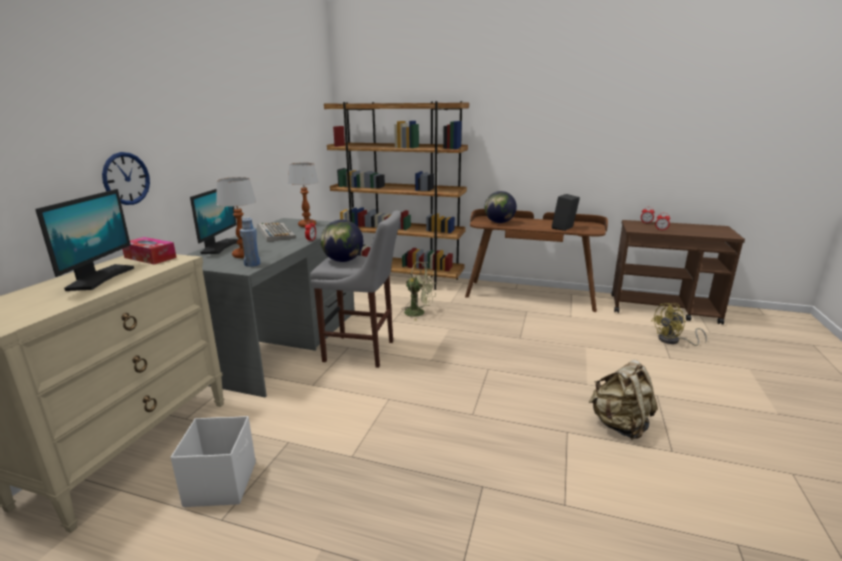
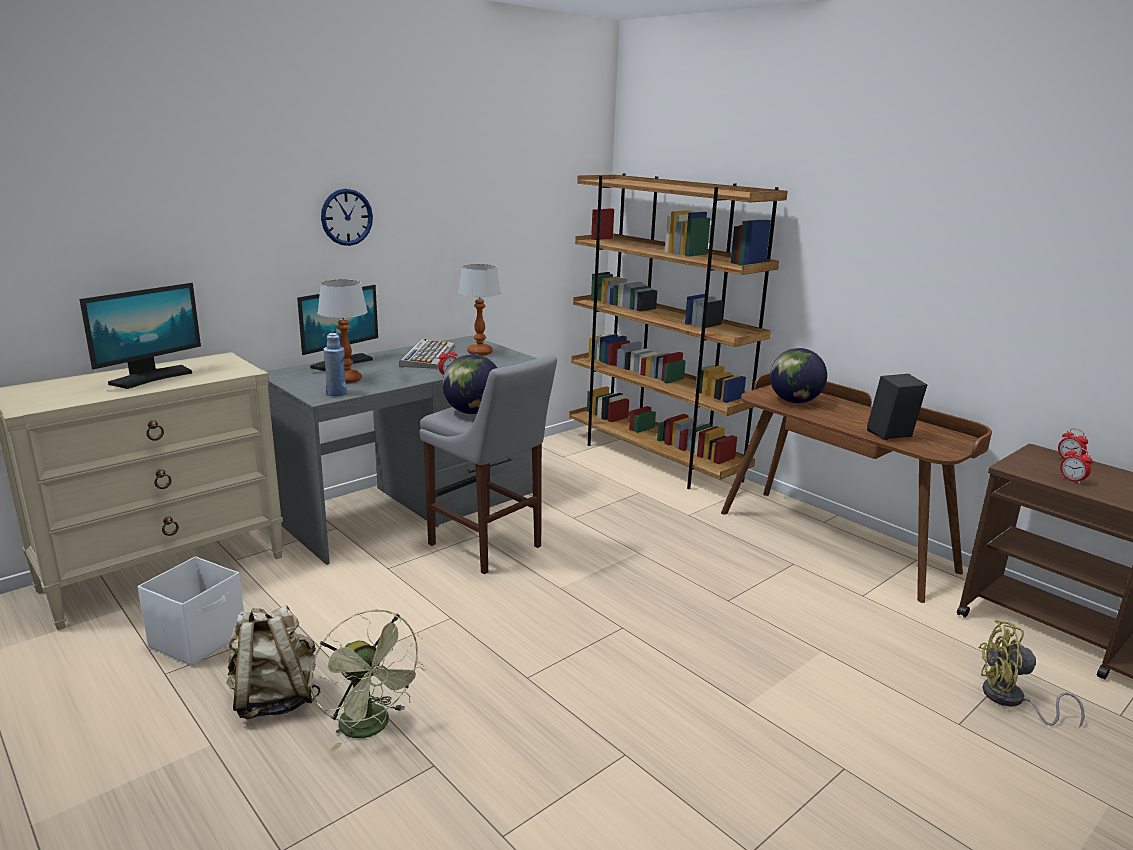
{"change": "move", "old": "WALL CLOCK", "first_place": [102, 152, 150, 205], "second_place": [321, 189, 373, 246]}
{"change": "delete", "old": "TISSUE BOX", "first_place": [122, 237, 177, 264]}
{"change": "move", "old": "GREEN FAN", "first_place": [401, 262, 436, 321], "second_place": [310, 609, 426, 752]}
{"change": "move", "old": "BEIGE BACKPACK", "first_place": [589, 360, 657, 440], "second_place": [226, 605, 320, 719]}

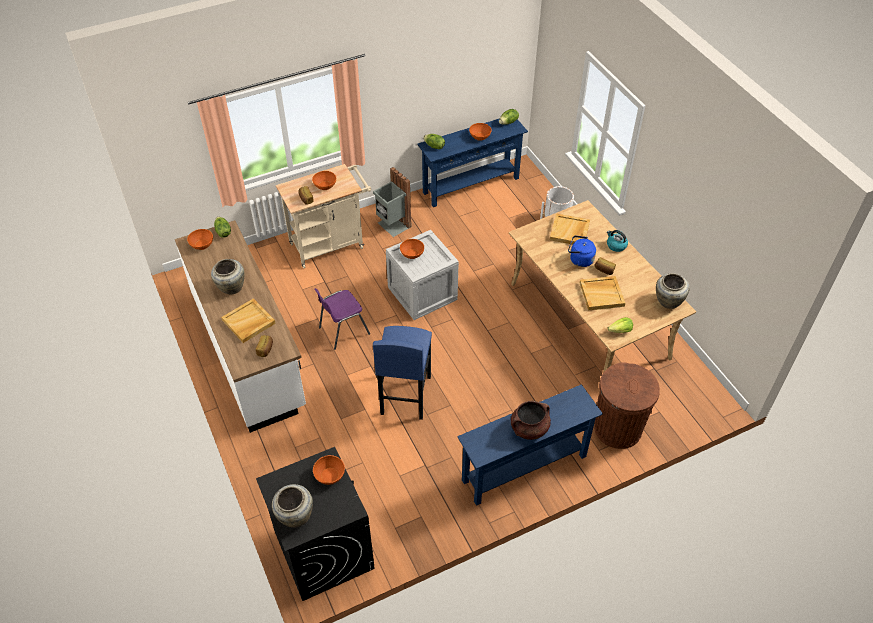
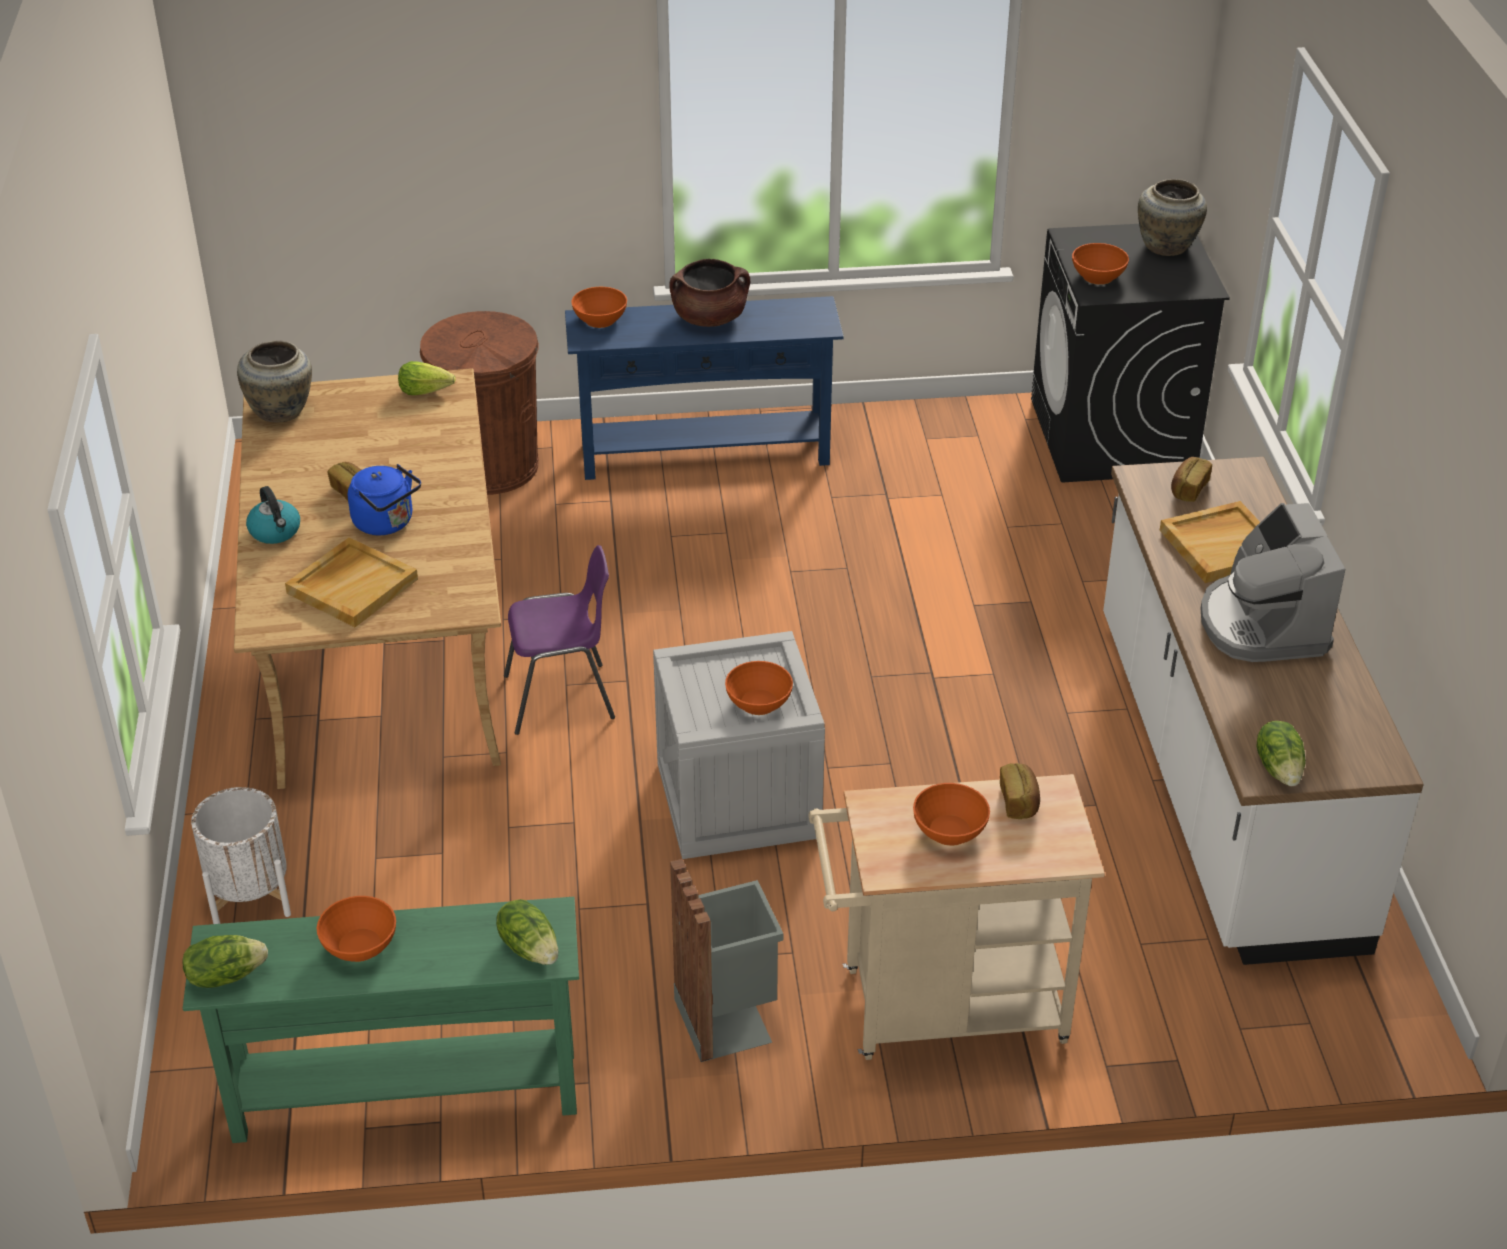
{"change": "recolor", "old": "BLUE CONSOLE TABLE", "new": "GREEN CONSOLE TABLE", "first_place": [417, 118, 528, 207], "second_place": [183, 897, 579, 1143]}
{"change": "move", "old": "ORANGE BOWL", "first_place": [187, 229, 213, 250], "second_place": [571, 287, 627, 328]}
{"change": "replace", "old": "BEIGE VASE", "new": "COFFEE MACHINE", "first_place": [211, 259, 244, 294], "second_place": [1200, 503, 1345, 662]}
{"change": "delete", "old": "BEIGE TRAY", "first_place": [580, 276, 625, 310]}
{"change": "move", "old": "PURPLE CHAIR", "first_place": [314, 288, 370, 350], "second_place": [504, 545, 615, 735]}
{"change": "delete", "old": "BLUE STOOL", "first_place": [373, 326, 432, 420]}

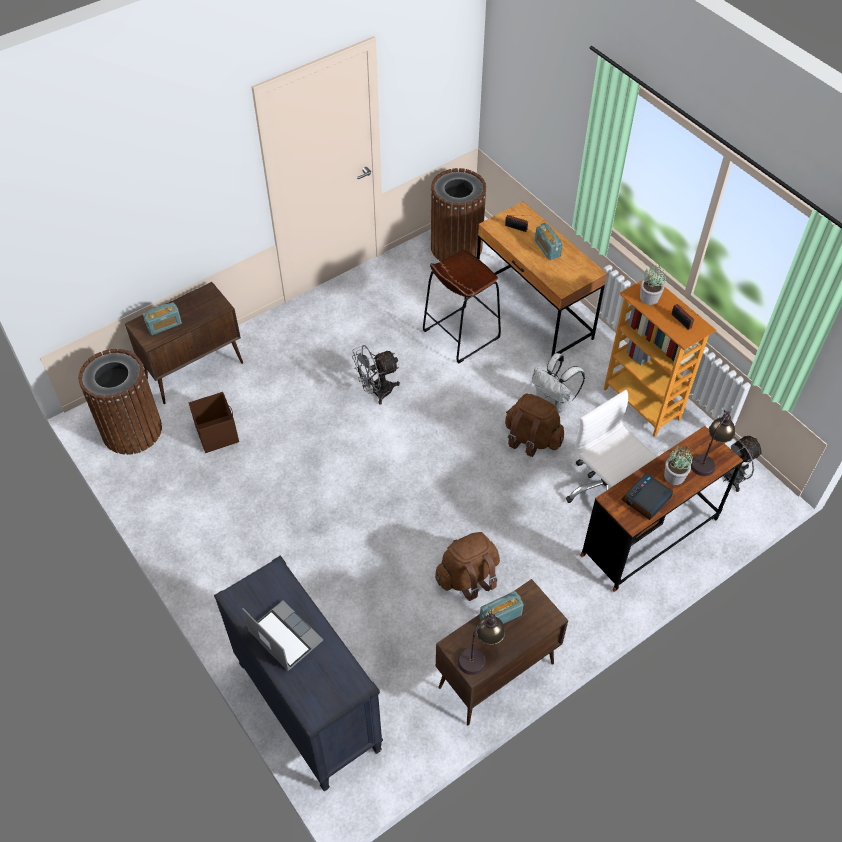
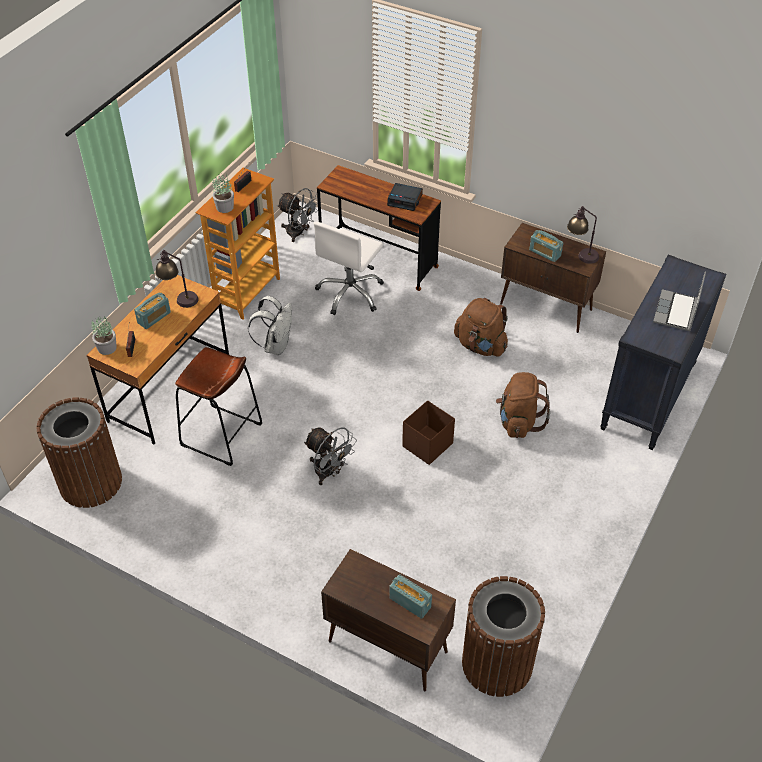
{"change": "move", "old": "BROWN STORAGE BOX", "first_place": [189, 392, 239, 453], "second_place": [402, 400, 455, 465]}
{"change": "move", "old": "BROWN BACKPACK", "first_place": [505, 394, 564, 457], "second_place": [496, 372, 550, 438]}
{"change": "move", "old": "TABLE LAMP", "first_place": [690, 410, 735, 476], "second_place": [155, 250, 199, 308]}
{"change": "move", "old": "POTTED PLANT", "first_place": [664, 445, 693, 485], "second_place": [92, 314, 117, 355]}

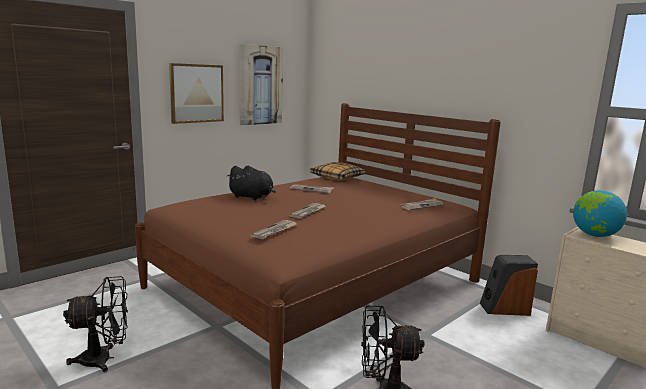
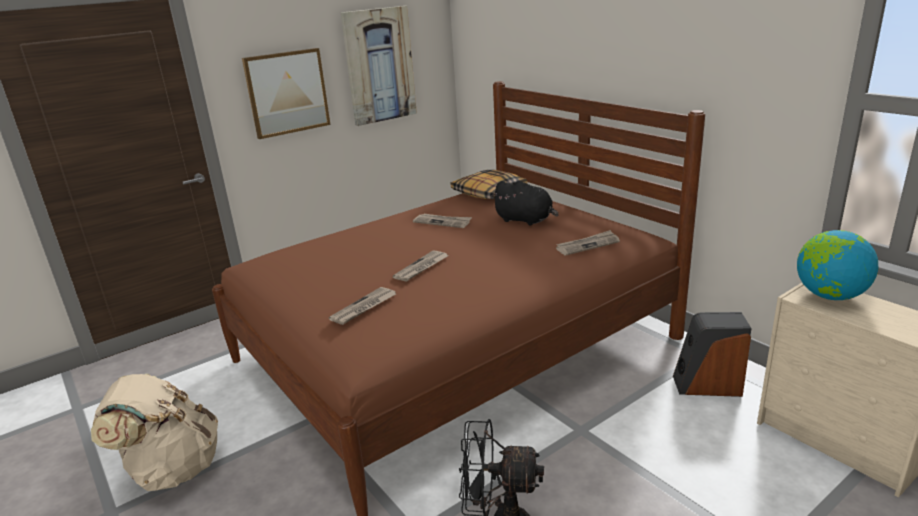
{"change": "move", "old": "BLACK PLUSH TOY", "first_place": [226, 166, 276, 200], "second_place": [491, 181, 559, 226]}
{"change": "replace", "old": "BLACK FAN", "new": "BEIGE BACKPACK", "first_place": [63, 276, 128, 372], "second_place": [91, 374, 218, 491]}

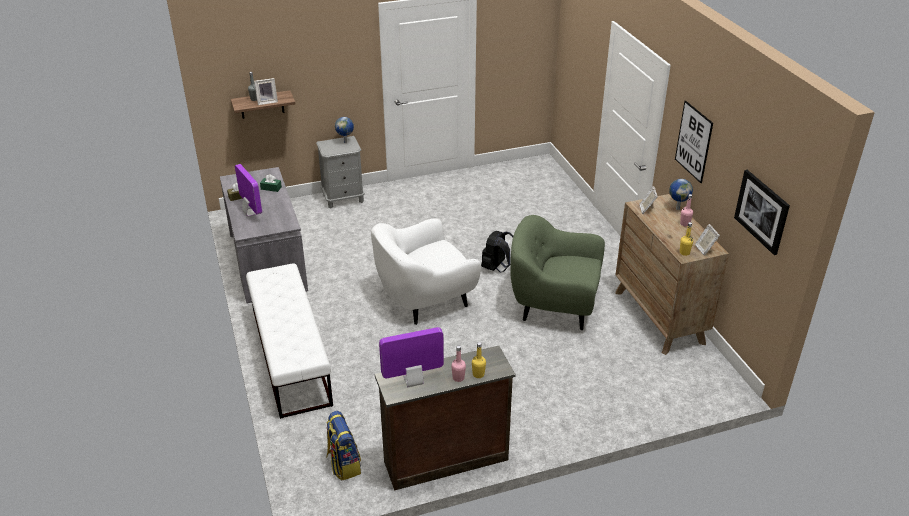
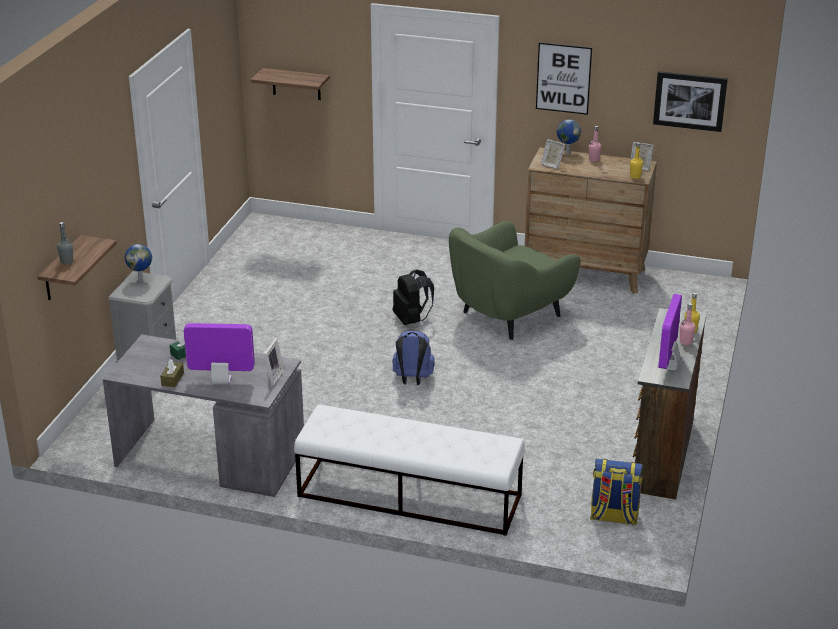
{"change": "move", "old": "PICTURE FRAME", "first_place": [254, 78, 278, 105], "second_place": [264, 338, 284, 386]}
{"change": "replace", "old": "WHITE ARMCHAIR", "new": "BLUE BACKPACK", "first_place": [371, 218, 481, 325], "second_place": [392, 331, 435, 385]}
{"change": "insert", "new": "SHELF", "second_place": [251, 68, 329, 100]}

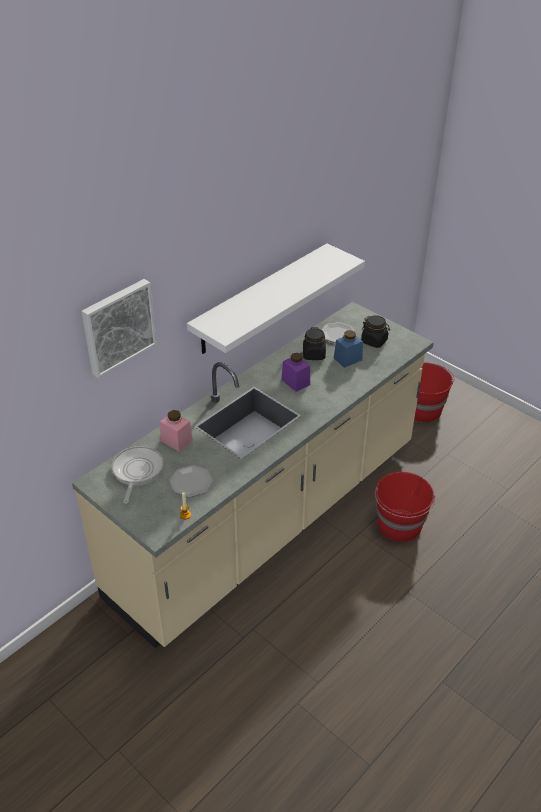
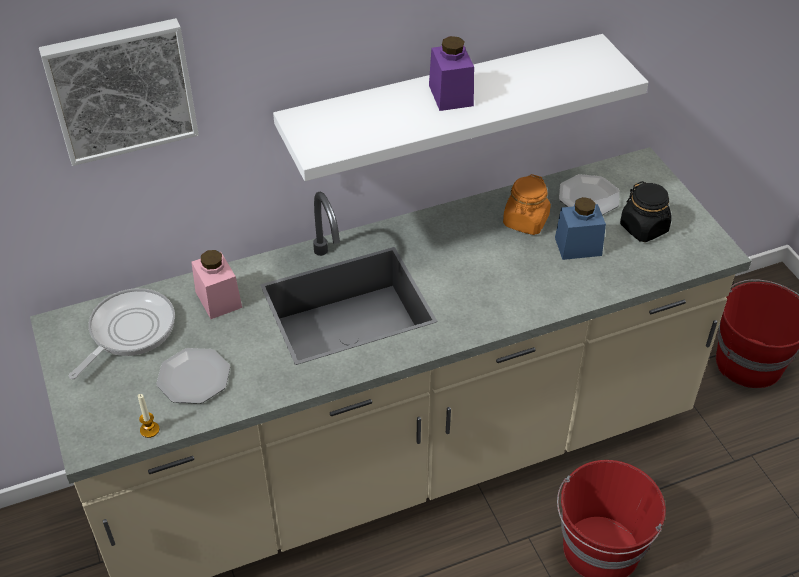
{"change": "recolor", "old": "BLACK JAR", "new": "ORANGE JAR", "first_place": [303, 327, 326, 360], "second_place": [503, 174, 551, 235]}
{"change": "move", "old": "PURPLE JAR", "first_place": [281, 353, 310, 392], "second_place": [429, 36, 474, 111]}

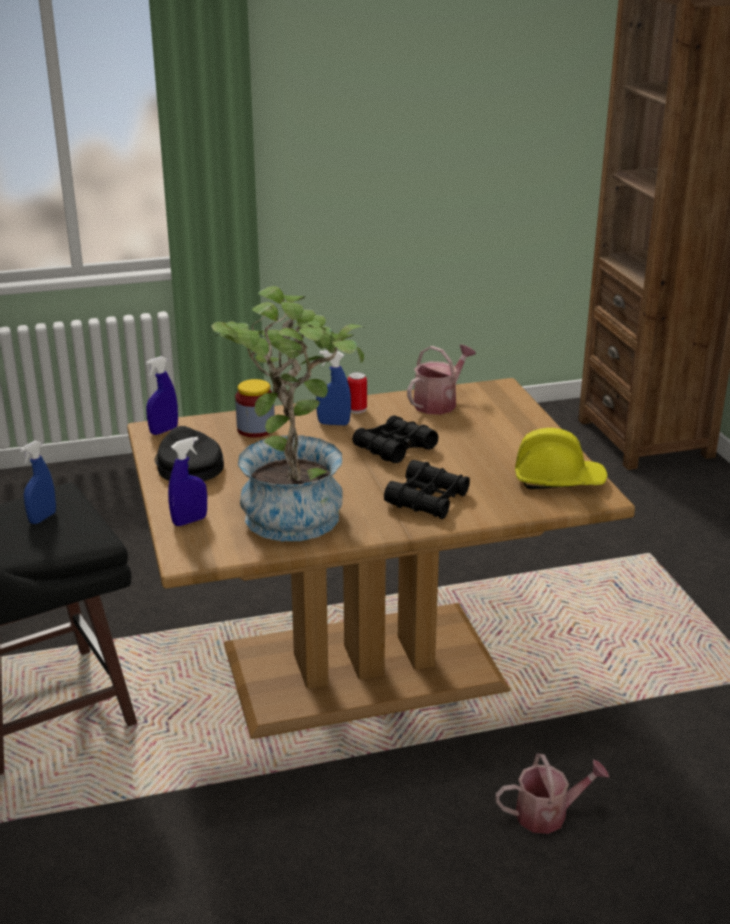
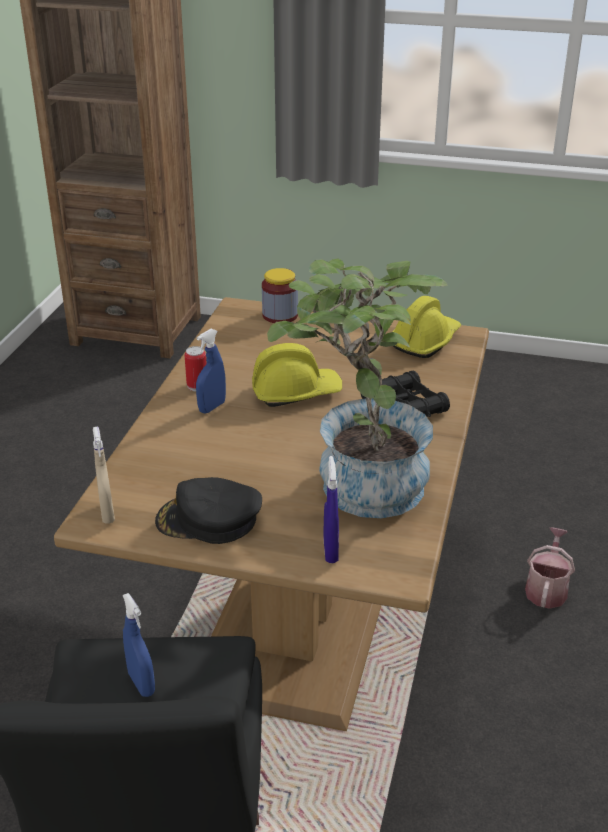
{"change": "delete", "old": "WATERING CAN", "first_place": [407, 345, 476, 415]}
{"change": "recolor", "old": "BLUE SPRAY BOTTLE", "new": "BEIGE SPRAY BOTTLE", "first_place": [145, 356, 178, 435], "second_place": [93, 427, 115, 524]}
{"change": "move", "old": "JAR", "first_place": [235, 379, 275, 438], "second_place": [262, 268, 298, 323]}
{"change": "replace", "old": "BLACK BINOCULARS", "new": "YELLOW HARD HAT", "first_place": [352, 415, 438, 463], "second_place": [252, 343, 342, 407]}

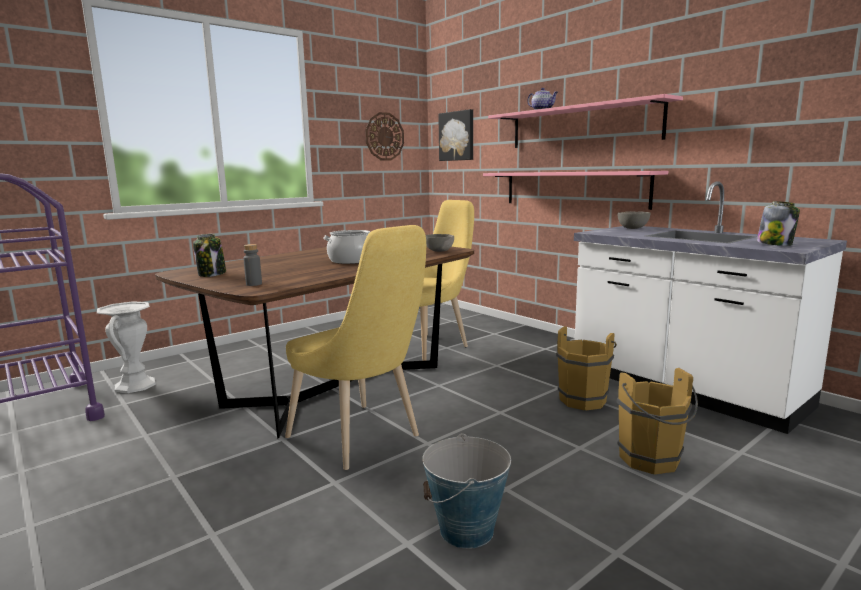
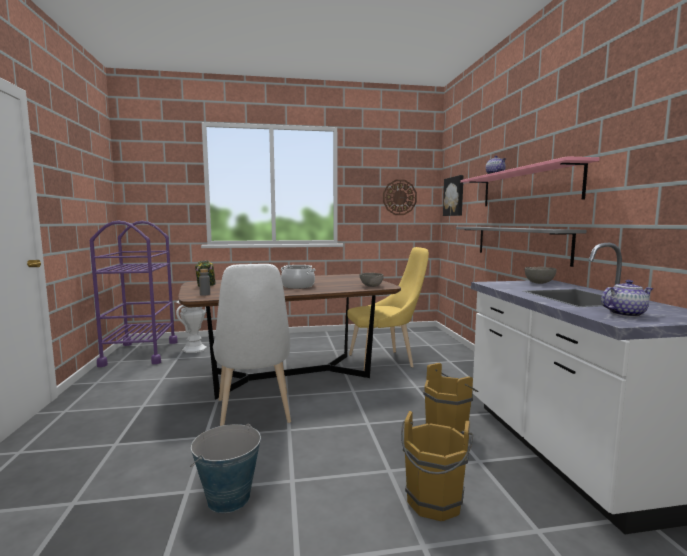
{"change": "recolor", "old": "PINK SHELF", "new": "GREY SHELF", "first_place": [483, 171, 668, 210], "second_place": [456, 227, 587, 267]}
{"change": "replace", "old": "JAR", "new": "TEAPOT", "first_place": [757, 201, 800, 246], "second_place": [601, 280, 653, 317]}
{"change": "recolor", "old": "YELLOW CHAIR", "new": "WHITE CHAIR", "first_place": [285, 225, 426, 470], "second_place": [213, 264, 291, 426]}

